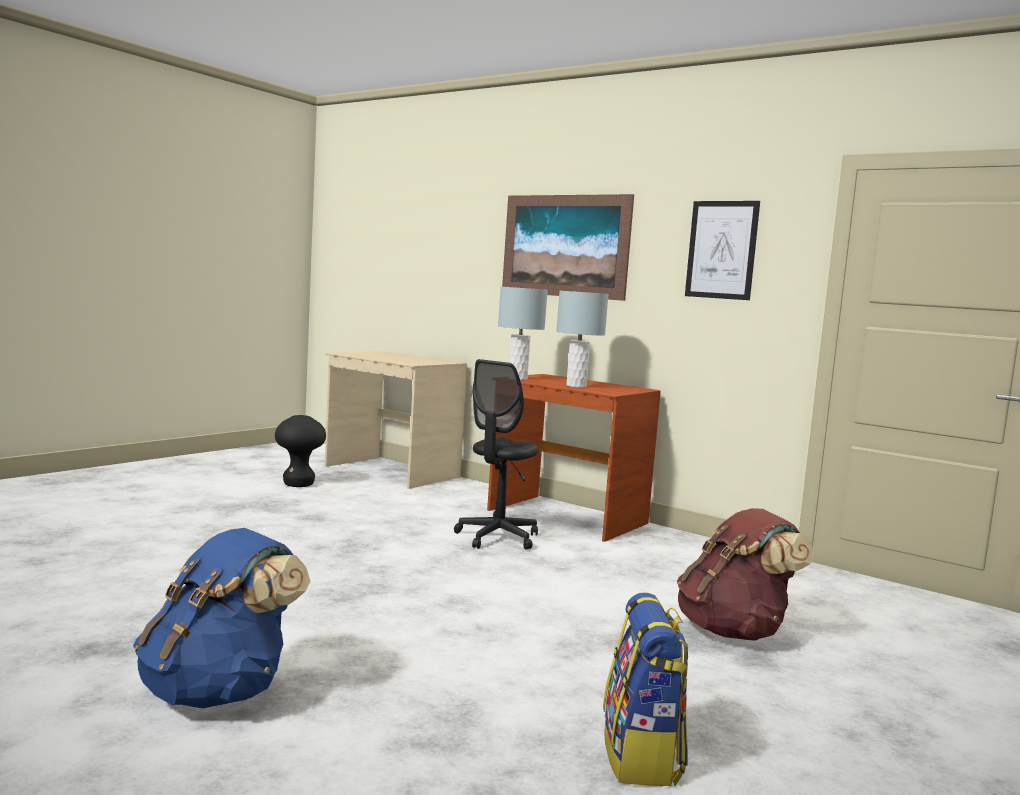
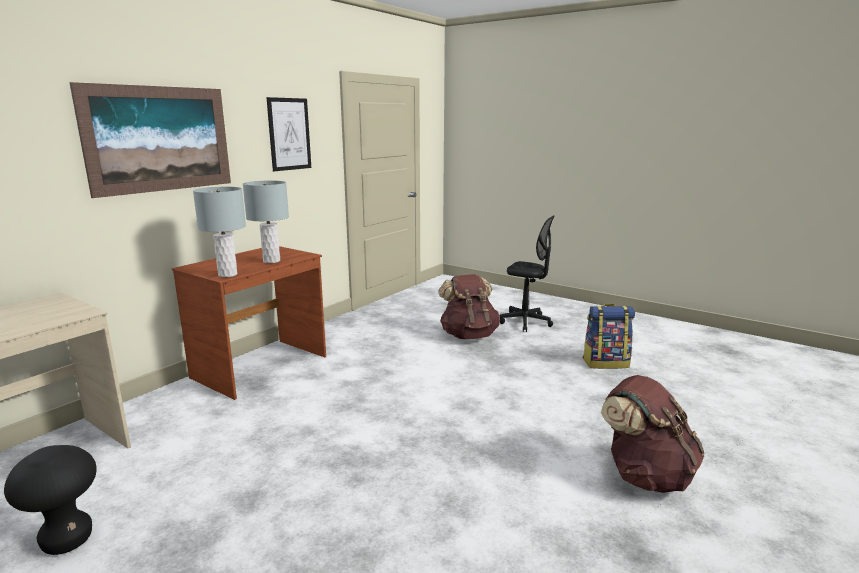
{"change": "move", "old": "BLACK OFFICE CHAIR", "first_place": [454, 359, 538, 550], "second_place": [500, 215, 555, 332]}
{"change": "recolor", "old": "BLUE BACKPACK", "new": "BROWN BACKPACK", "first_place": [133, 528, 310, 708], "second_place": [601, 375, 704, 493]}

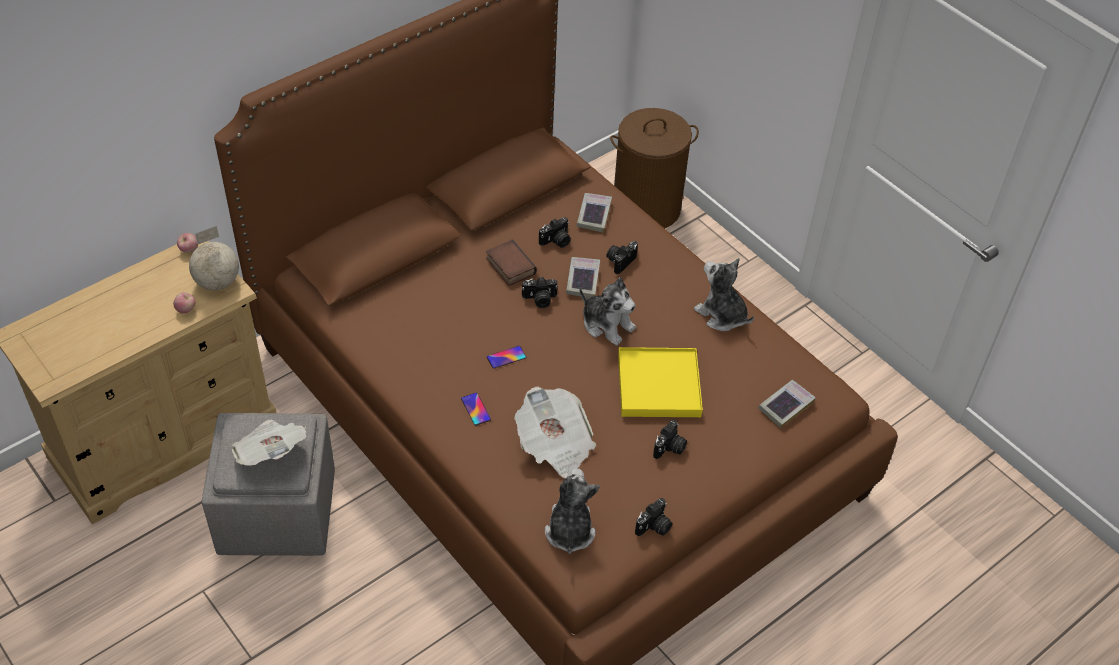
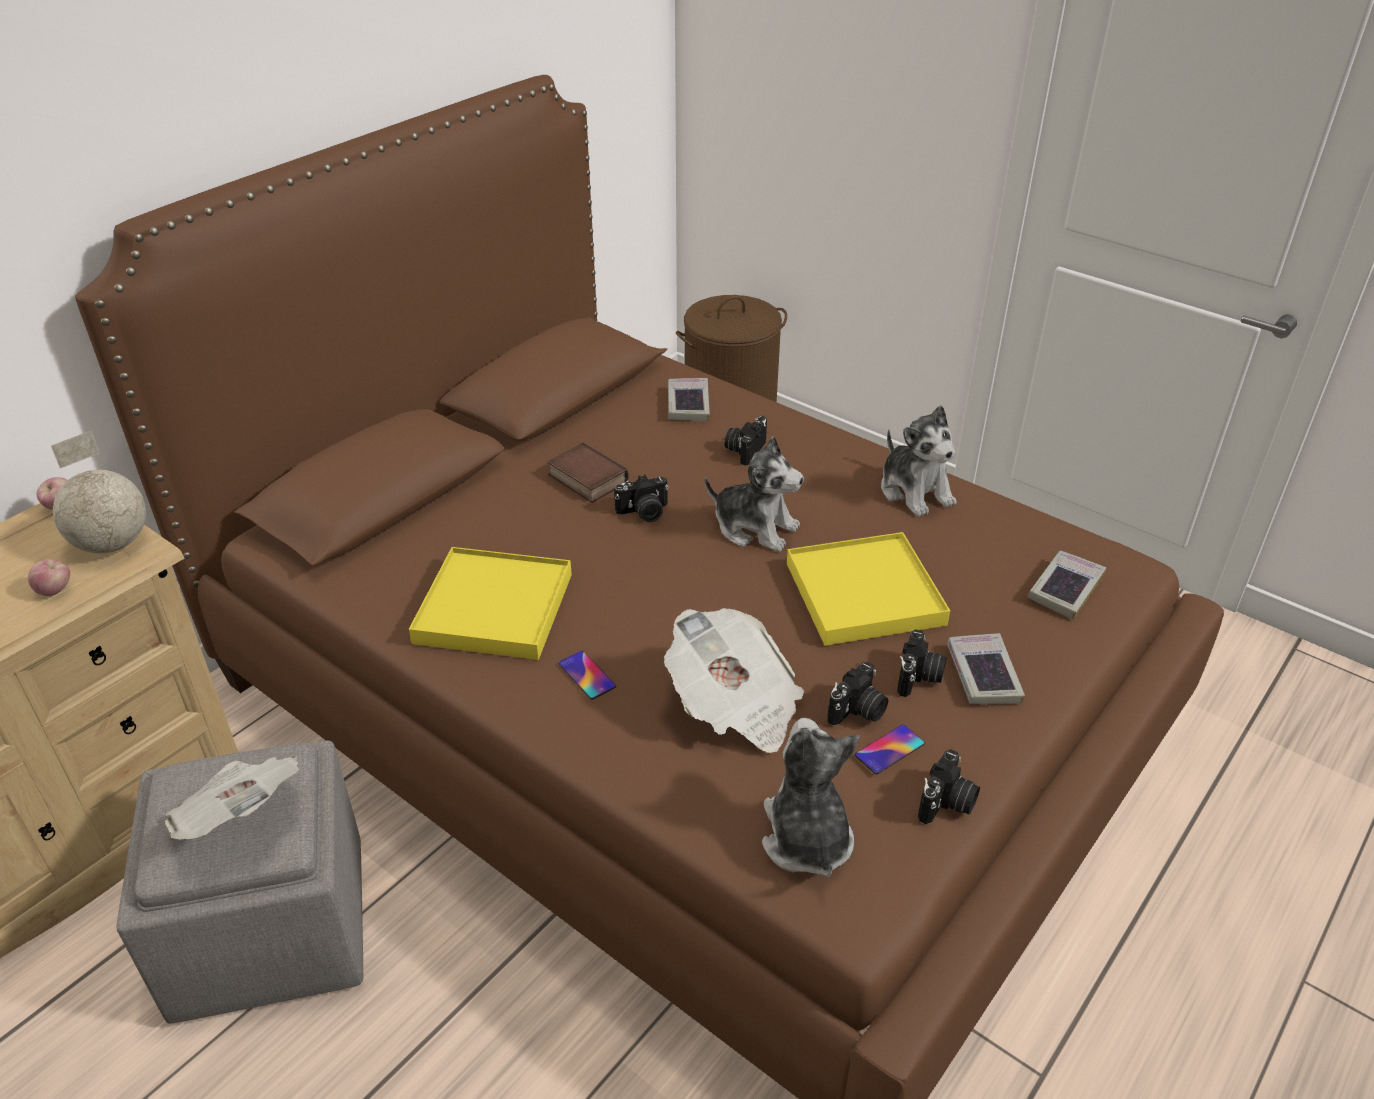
{"change": "move", "old": "PHOTO CAMERA", "first_place": [539, 217, 571, 248], "second_place": [827, 662, 888, 725]}
{"change": "move", "old": "BOOK", "first_place": [566, 257, 600, 298], "second_place": [947, 633, 1025, 704]}
{"change": "rotate", "old": "PLUSH TOY", "first_place": [694, 258, 754, 331], "second_place": [881, 405, 956, 517], "degrees": -150}
{"change": "move", "old": "PHONE", "first_place": [487, 346, 526, 369], "second_place": [855, 724, 925, 774]}
{"change": "insert", "new": "YELLOW TRAY", "second_place": [409, 547, 572, 660]}

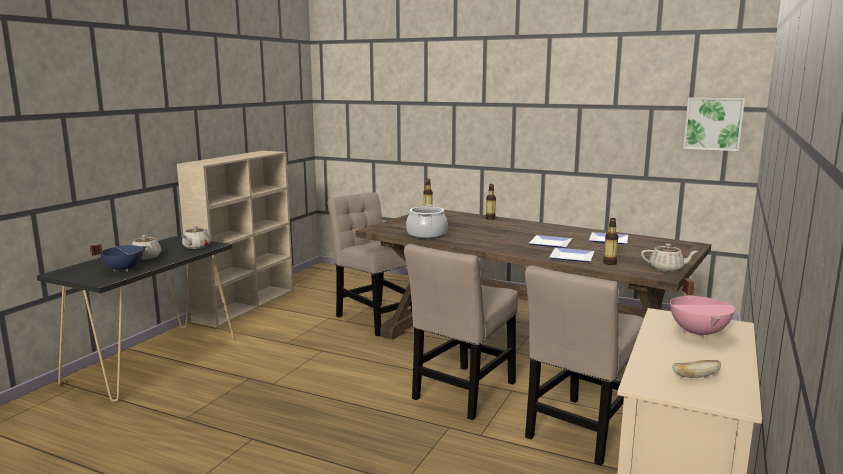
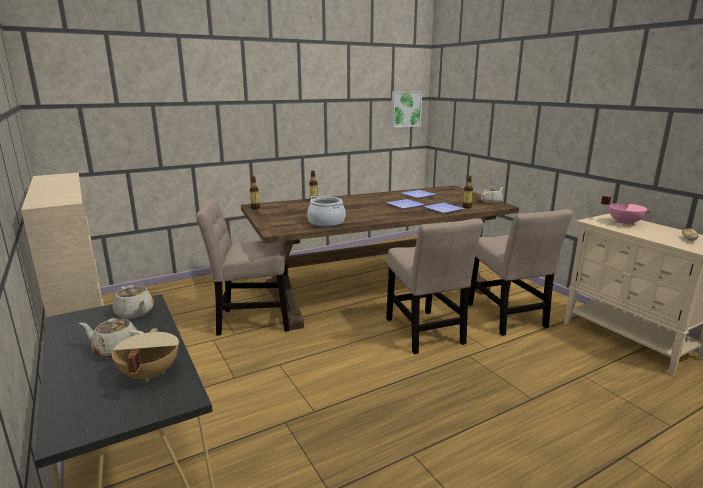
{"change": "recolor", "old": "BLUE COOKING POT", "new": "BEIGE COOKING POT", "first_place": [90, 244, 147, 272], "second_place": [112, 328, 179, 383]}

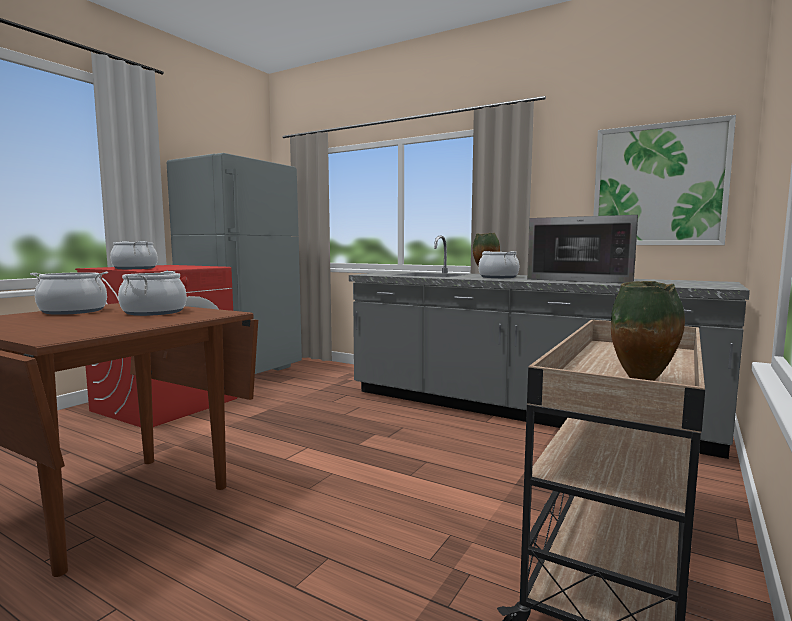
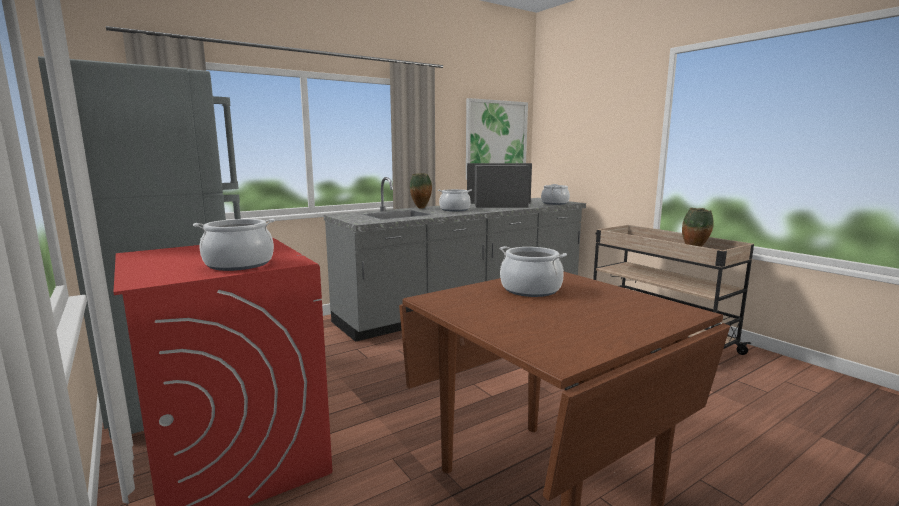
{"change": "rotate", "old": "MICROWAVE", "first_place": [527, 215, 638, 283], "second_place": [467, 163, 532, 208], "degrees": -150}
{"change": "move", "old": "COOKING POT", "first_place": [30, 272, 108, 315], "second_place": [541, 184, 570, 205]}

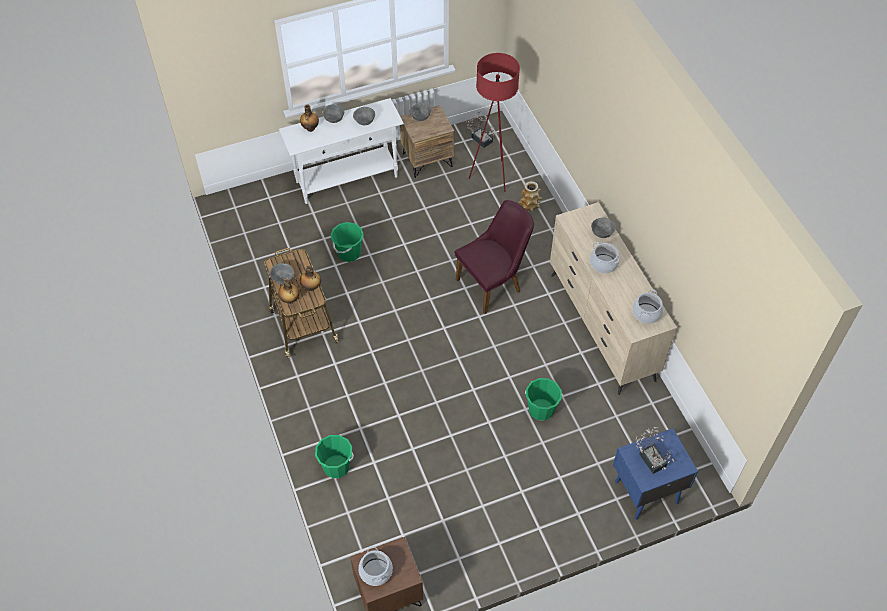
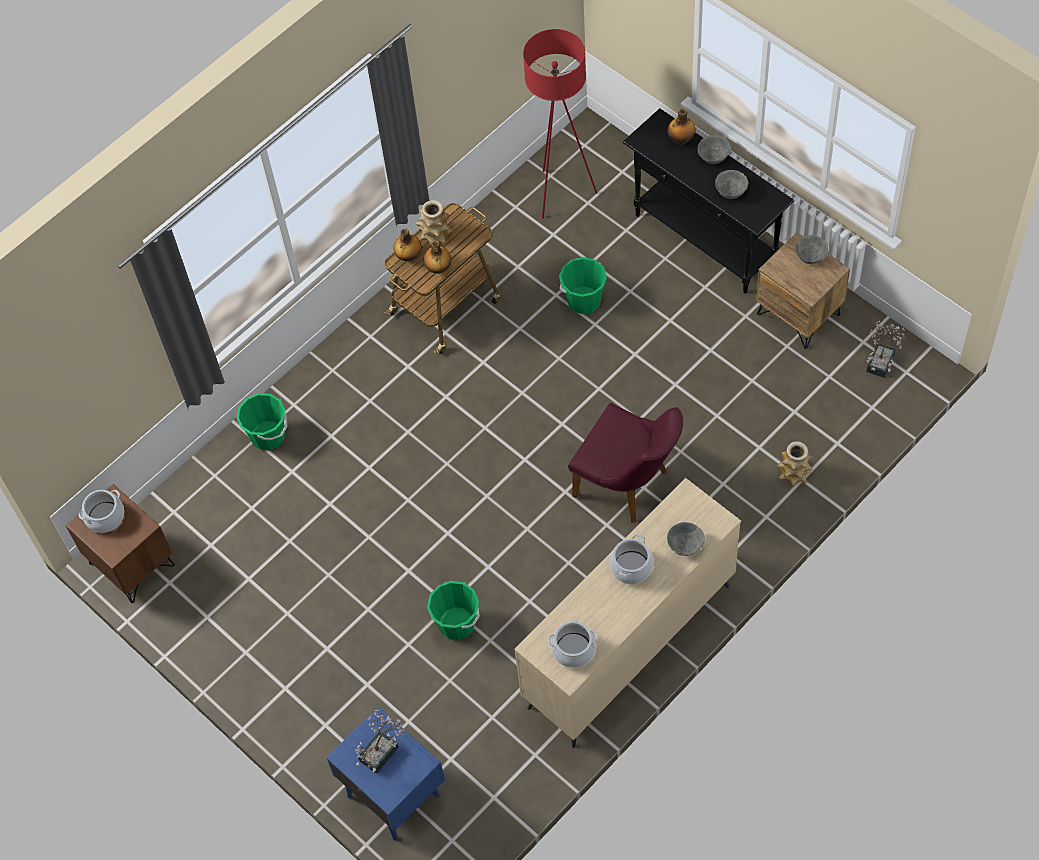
{"change": "move", "old": "RED FLOOR LAMP", "first_place": [469, 53, 520, 192], "second_place": [523, 29, 597, 219]}
{"change": "recolor", "old": "WHITE CONSOLE TABLE", "new": "BLACK CONSOLE TABLE", "first_place": [279, 98, 404, 204], "second_place": [623, 108, 794, 294]}
{"change": "replace", "old": "GREY BOWL", "new": "VASE", "first_place": [270, 263, 294, 285], "second_place": [416, 200, 453, 245]}

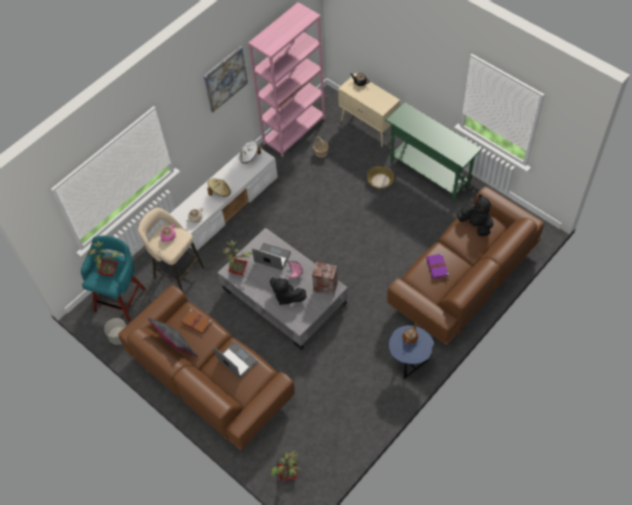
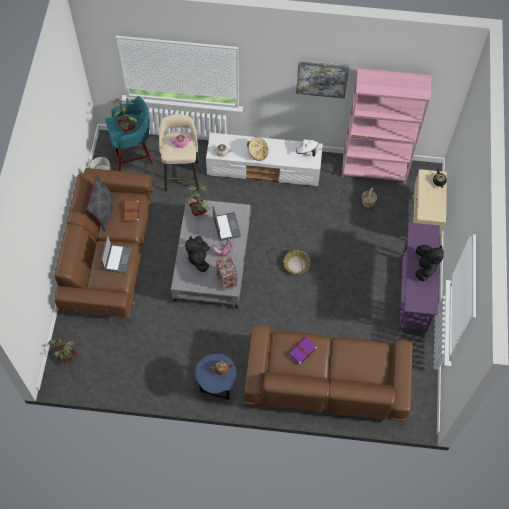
{"change": "recolor", "old": "GREEN CONSOLE TABLE", "new": "PURPLE CONSOLE TABLE", "first_place": [385, 102, 482, 202], "second_place": [398, 222, 440, 335]}
{"change": "move", "old": "BASKET", "first_place": [367, 166, 394, 189], "second_place": [283, 248, 311, 274]}
{"change": "move", "old": "BLACK PLUSH TOY", "first_place": [457, 194, 493, 236], "second_place": [415, 245, 444, 281]}

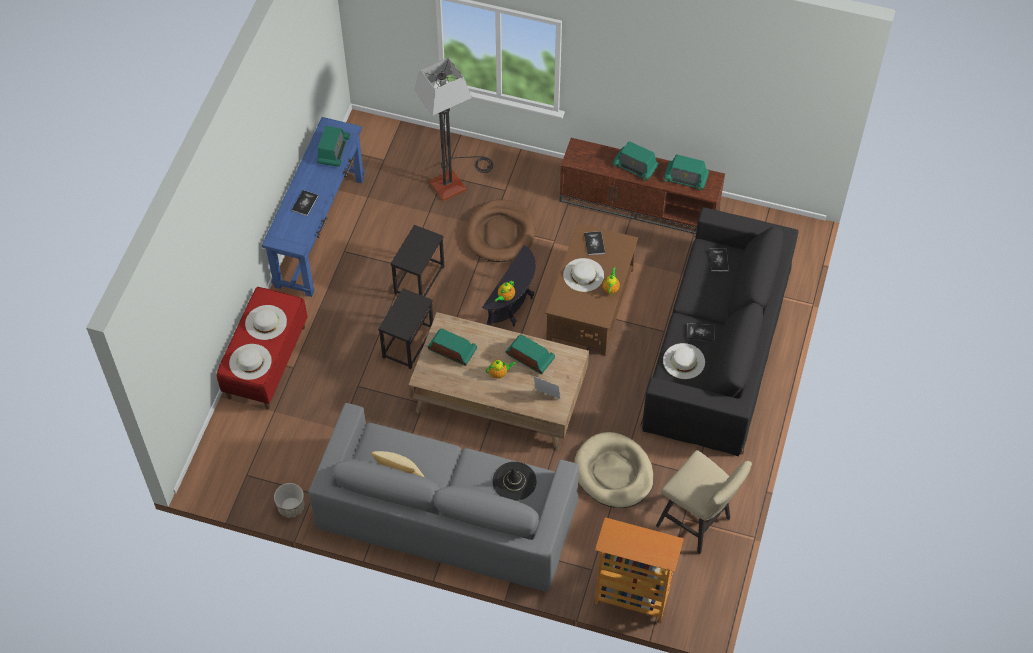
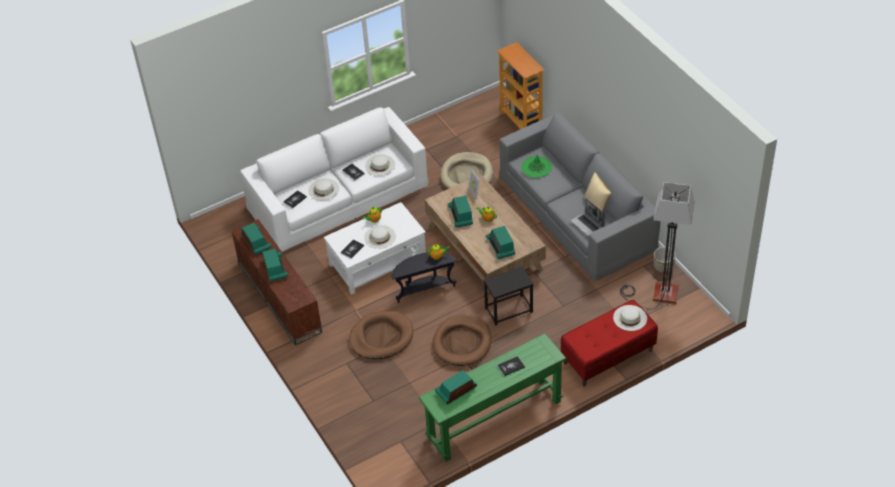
{"change": "move", "old": "FLOOR LAMP", "first_place": [414, 57, 493, 201], "second_place": [620, 182, 694, 309]}
{"change": "recolor", "old": "BLUE CONSOLE TABLE", "new": "GREEN CONSOLE TABLE", "first_place": [262, 117, 365, 297], "second_place": [419, 333, 566, 462]}
{"change": "recolor", "old": "BLACK SOFA", "new": "WHITE SOFA", "first_place": [640, 207, 798, 456], "second_place": [240, 107, 429, 252]}
{"change": "recolor", "old": "BROWN COFFEE TABLE", "new": "WHITE COFFEE TABLE", "first_place": [545, 223, 638, 356], "second_place": [324, 202, 426, 295]}
{"change": "replace", "old": "BLACK SIDE TABLE", "new": "BROWN DOG BED", "first_place": [390, 225, 444, 296], "second_place": [433, 315, 492, 366]}
{"change": "move", "old": "WHITE HAT", "first_place": [245, 305, 287, 340], "second_place": [308, 179, 339, 200]}
{"change": "delete", "old": "BEIGE STOOL", "first_place": [656, 450, 752, 554]}
{"change": "recolor", "old": "BLACK HAT", "new": "GREEN HAT", "first_place": [493, 462, 536, 501], "second_place": [521, 155, 552, 178]}
{"change": "insert", "new": "LAPTOP", "second_place": [570, 198, 605, 237]}

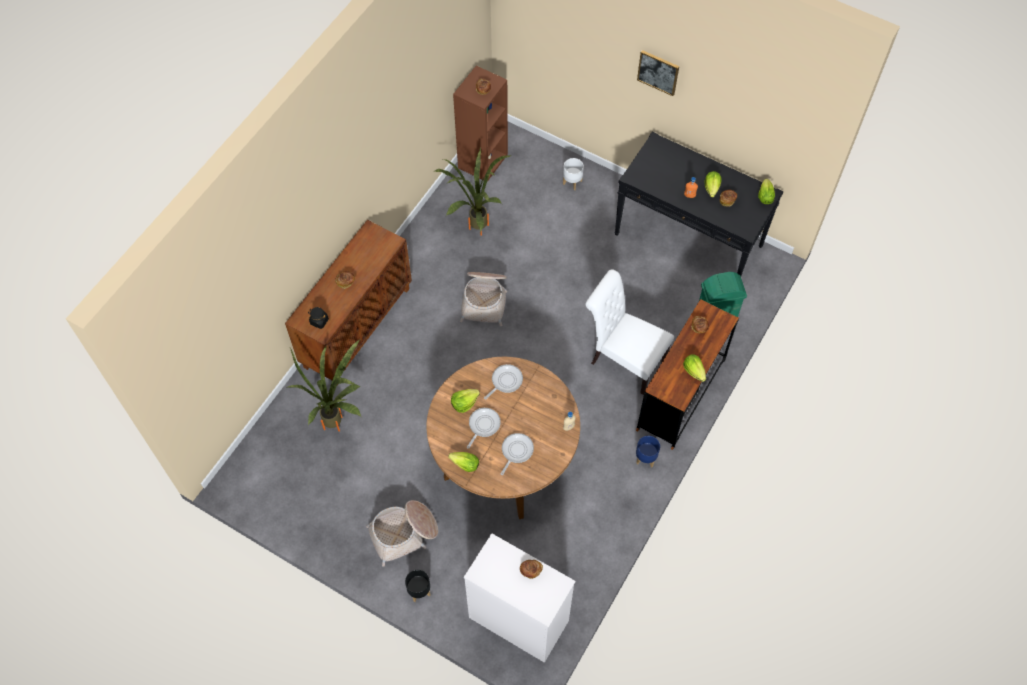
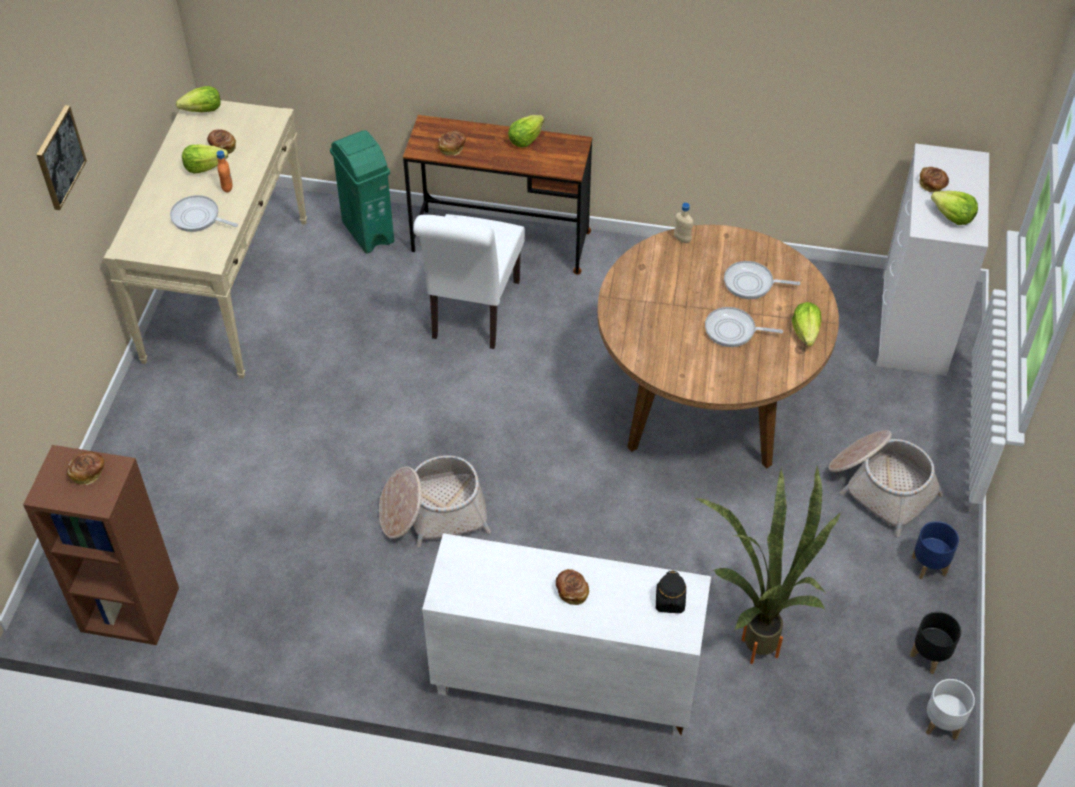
{"change": "recolor", "old": "BLACK CONSOLE TABLE", "new": "BEIGE CONSOLE TABLE", "first_place": [615, 132, 783, 276], "second_place": [104, 100, 307, 379]}
{"change": "delete", "old": "POTTED PLANT", "first_place": [433, 148, 512, 235]}
{"change": "move", "old": "WHITE PLANTER", "first_place": [563, 158, 584, 190], "second_place": [926, 679, 975, 740]}
{"change": "recolor", "old": "BROWN CABINET", "new": "WHITE CABINET", "first_place": [285, 220, 412, 385], "second_place": [422, 533, 711, 736]}
{"change": "move", "old": "FRYING PAN", "first_place": [484, 364, 523, 400], "second_place": [170, 195, 238, 232]}
{"change": "move", "old": "LETTUCE", "first_place": [451, 389, 480, 413], "second_place": [931, 191, 978, 225]}
{"change": "move", "old": "BLUE PLANTER", "first_place": [636, 436, 660, 467], "second_place": [912, 521, 959, 580]}
{"change": "move", "old": "BLACK PLANTER", "first_place": [405, 570, 430, 602], "second_place": [910, 612, 961, 674]}

